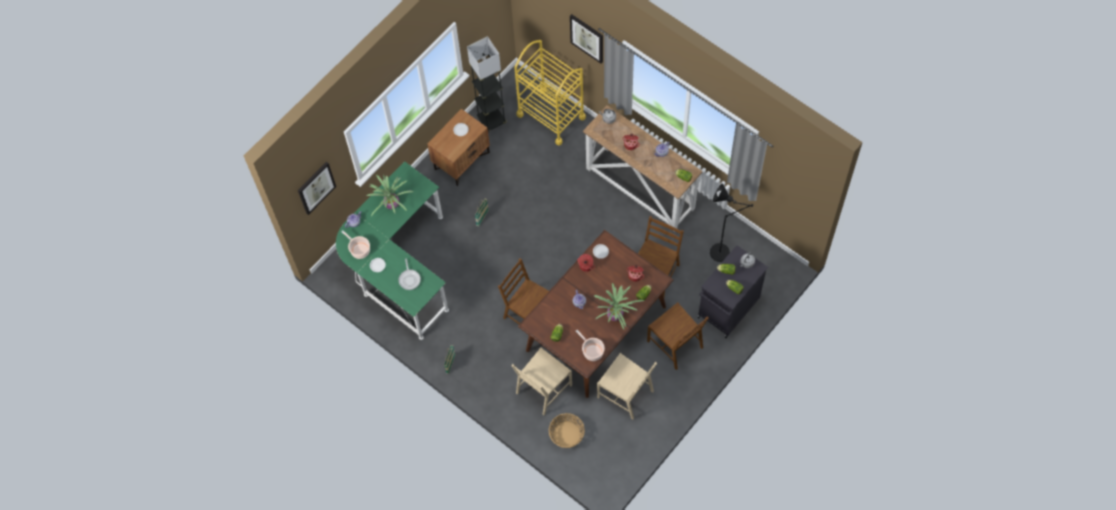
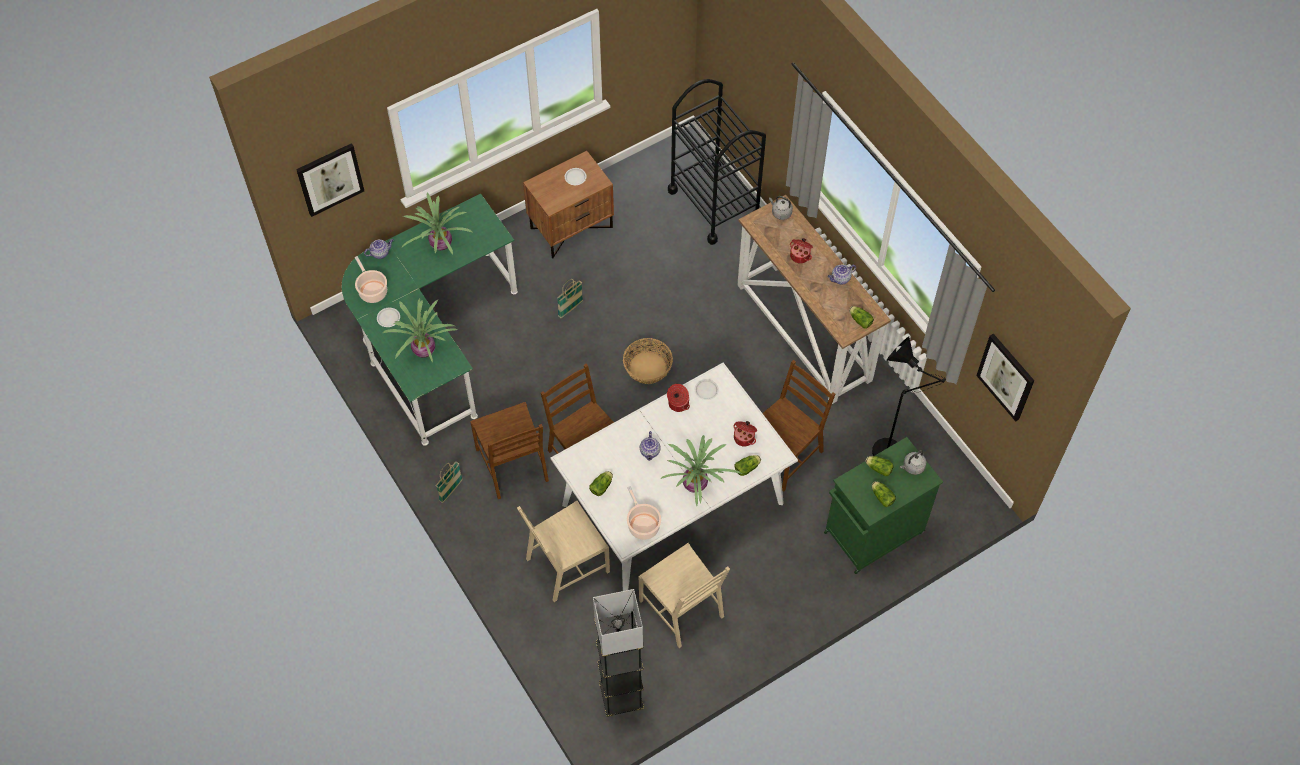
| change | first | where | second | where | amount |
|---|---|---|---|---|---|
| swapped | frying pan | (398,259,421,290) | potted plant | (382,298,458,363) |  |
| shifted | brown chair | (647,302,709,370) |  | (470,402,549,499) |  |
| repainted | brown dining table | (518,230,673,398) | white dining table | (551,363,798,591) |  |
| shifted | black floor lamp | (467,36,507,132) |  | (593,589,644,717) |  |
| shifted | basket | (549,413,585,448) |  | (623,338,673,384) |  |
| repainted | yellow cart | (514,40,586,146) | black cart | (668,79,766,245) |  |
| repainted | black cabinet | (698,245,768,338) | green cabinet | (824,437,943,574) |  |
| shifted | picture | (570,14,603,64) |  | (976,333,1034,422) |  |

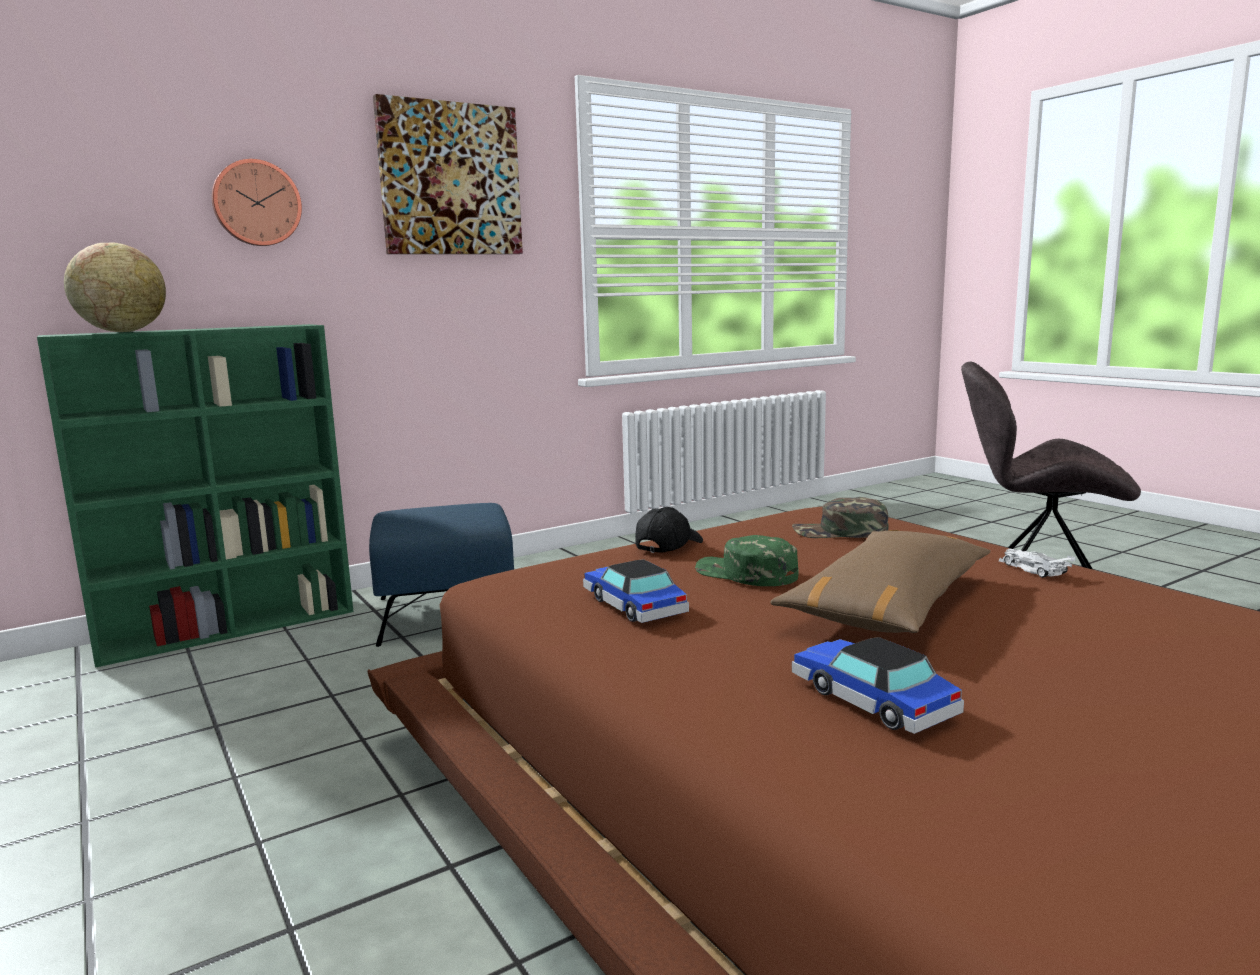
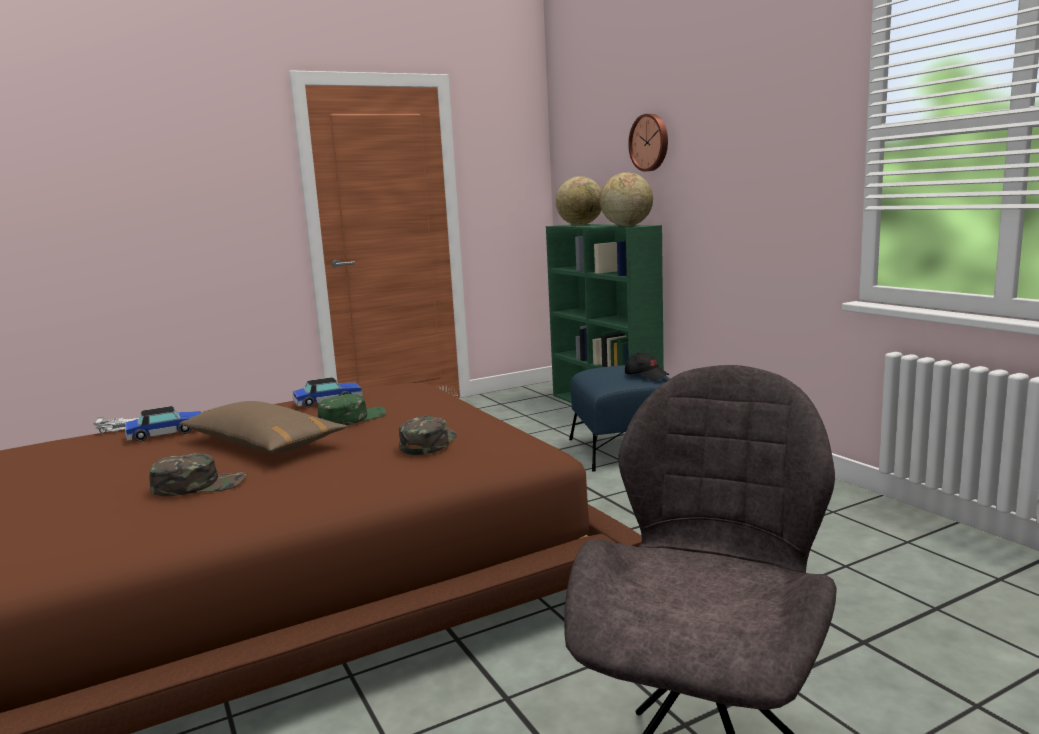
| change | first | where | second | where | amount |
|---|---|---|---|---|---|
| shifted | white toy car | (999,549,1076,578) |  | (93,417,139,433) |  |
| new |  |  | green cap | (149,453,246,496) |  |
| new |  |  | globe | (600,172,653,226) |  |
| shifted | black cap | (635,507,703,553) |  | (625,352,670,381) |  |
| gone | picture | (373,94,523,254) |  |  |  |

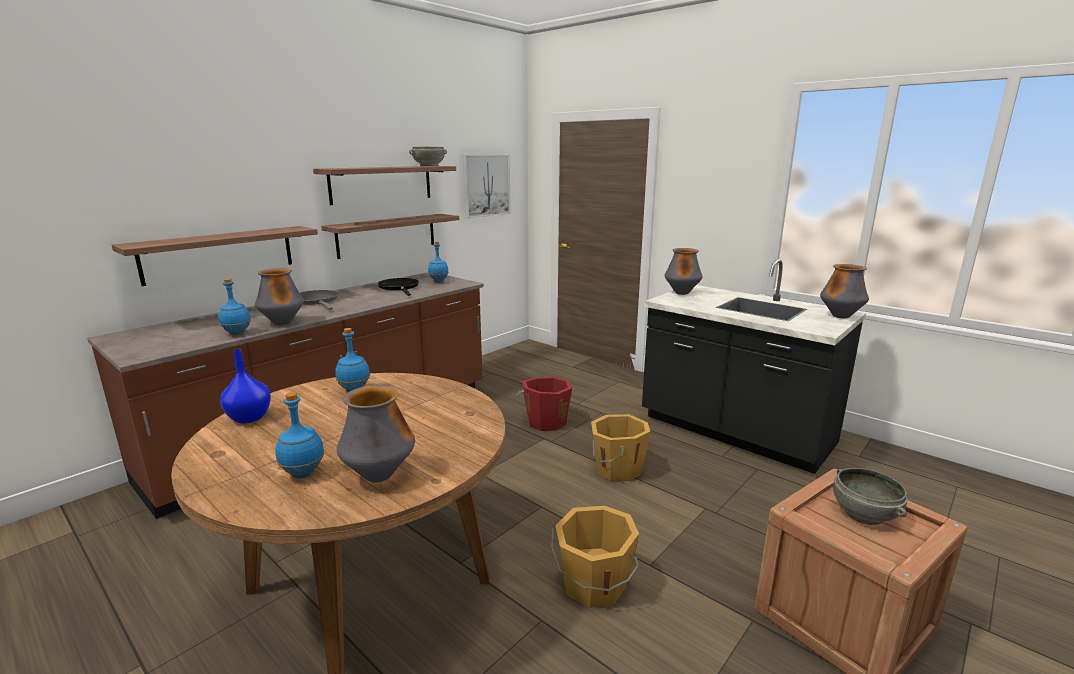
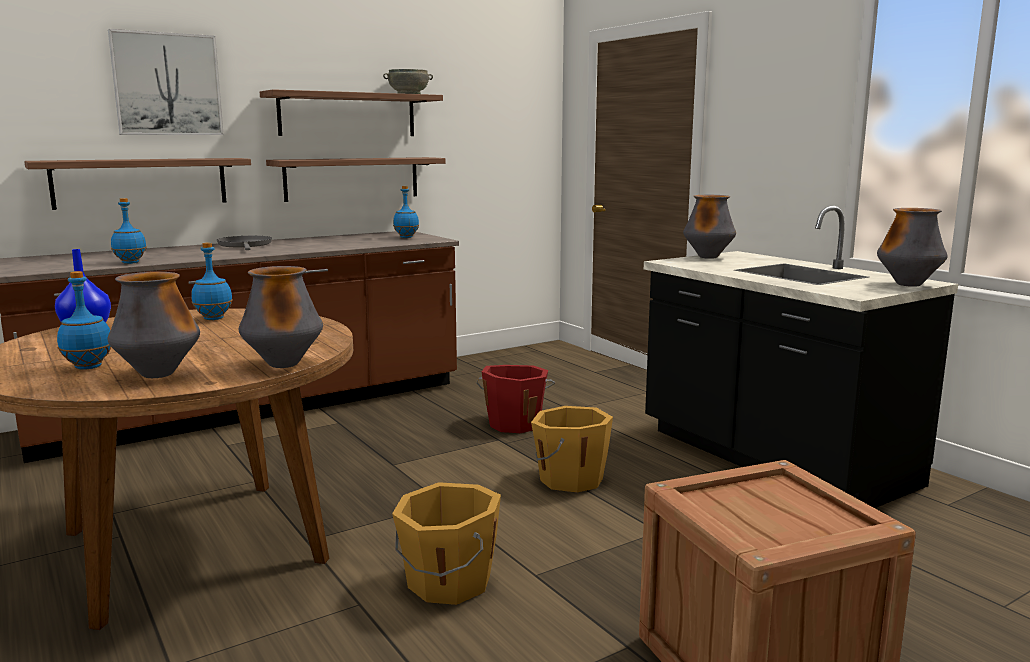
| change | first | where | second | where | amount |
|---|---|---|---|---|---|
| shifted | picture | (463,155,511,218) |  | (108,29,224,135) |  |
| shifted | vase | (255,268,304,325) |  | (239,266,323,368) |  |
| gone | black frying pan | (378,278,419,296) |  |  |  |
| gone | grey bowl | (833,468,908,525) |  |  |  |

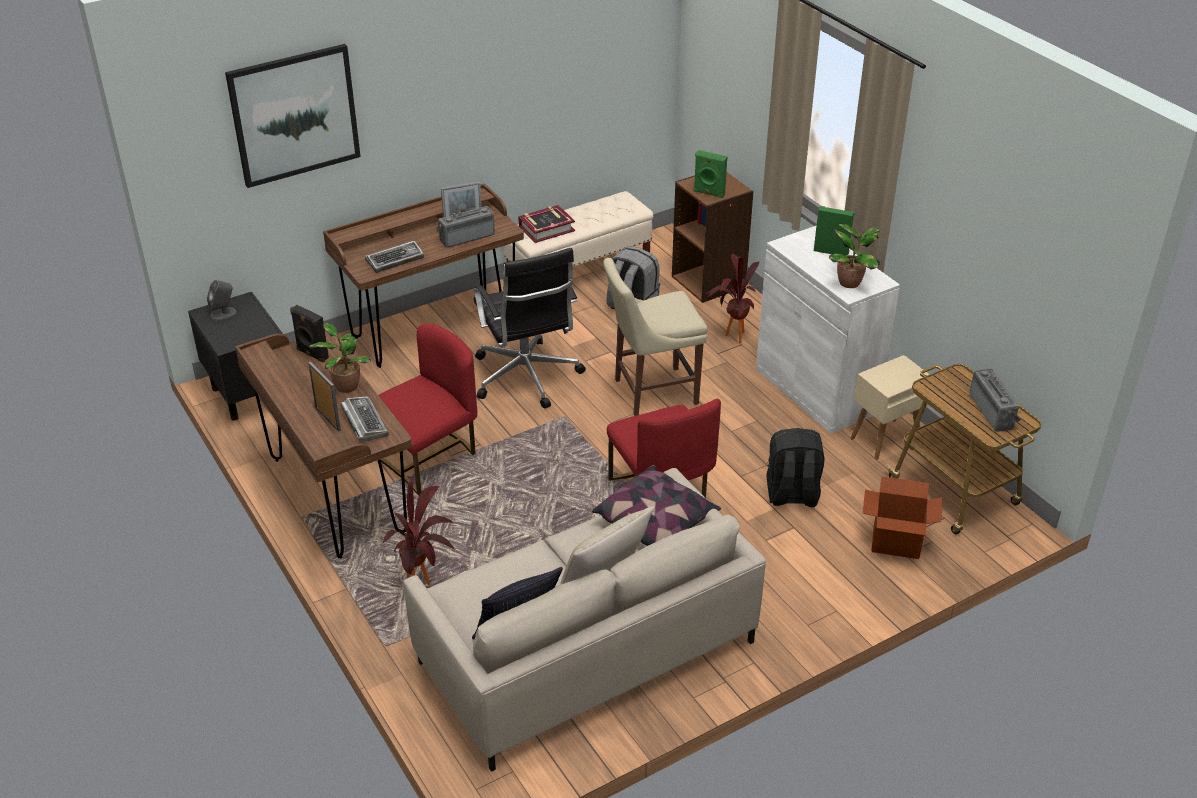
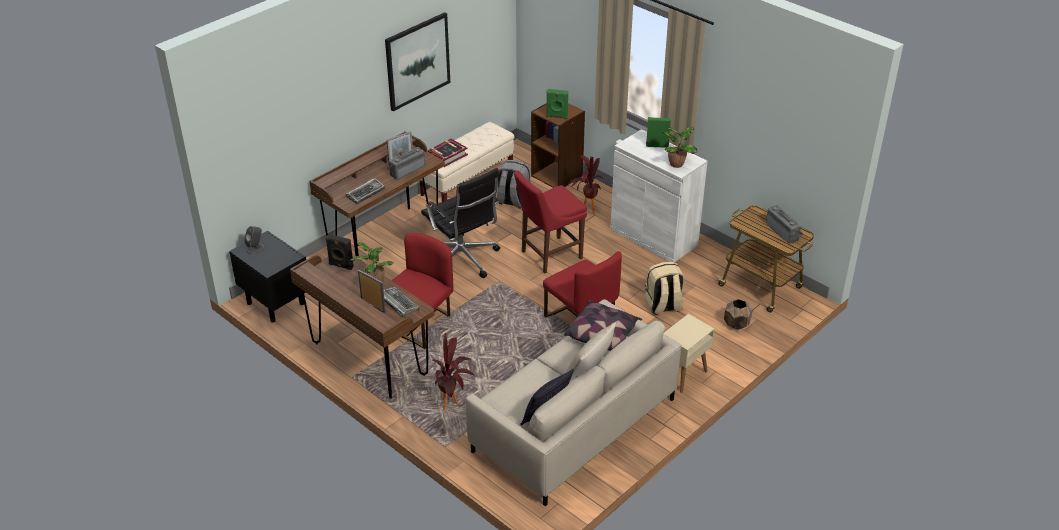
| change | first | where | second | where | amount |
|---|---|---|---|---|---|
| shifted | picture | (225,44,361,188) |  | (385,12,450,111) |  |
| repainted | beige chair | (603,258,708,416) | red chair | (514,171,587,274) |  |
| repainted | black backpack | (766,428,825,507) | beige backpack | (645,262,685,315) |  |
| shifted | beige side table | (851,355,930,460) |  | (663,314,714,393) |  |
| swapped | cardboard box | (863,476,942,559) | brown planter | (724,299,753,329) |  |

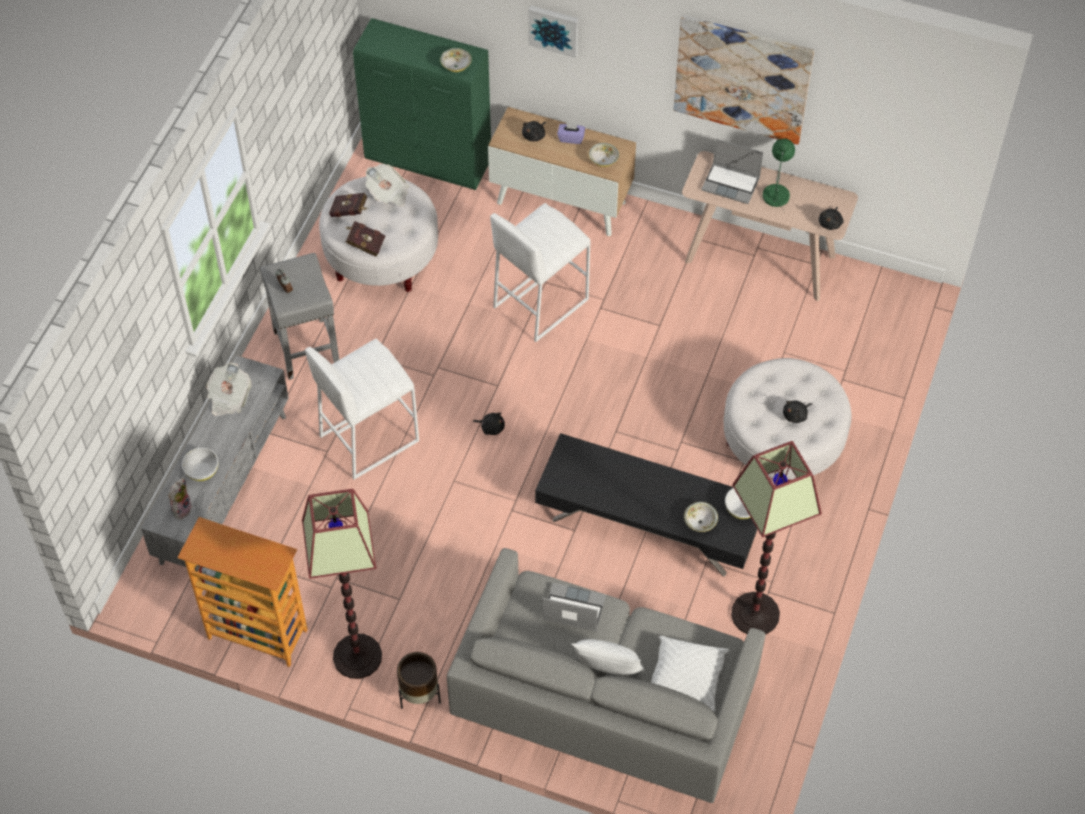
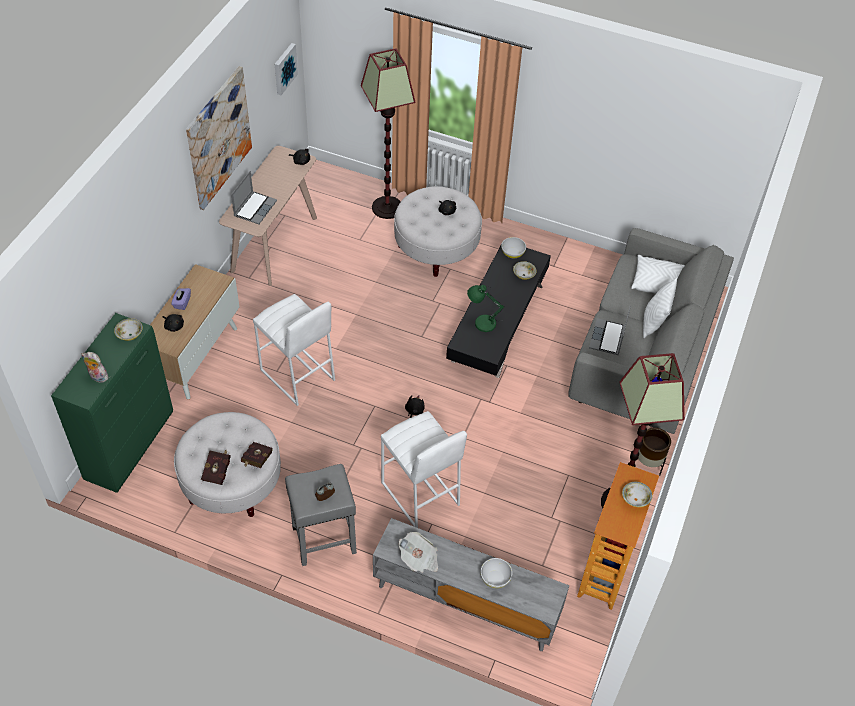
| change | first | where | second | where | amount |
|---|---|---|---|---|---|
| shifted | plush toy | (168,478,192,520) |  | (81,352,108,383) |  |
| shifted | picture | (528,6,578,58) |  | (275,43,298,95) |  |
| shifted | floor lamp | (731,441,822,634) |  | (361,48,415,219) |  |
| shifted | green table lamp | (762,138,795,214) |  | (467,285,505,332) |  |
| shifted | bowl | (589,143,619,167) |  | (622,482,652,507) |  |
| gone | newspaper | (365,164,409,207) |  |  |  |

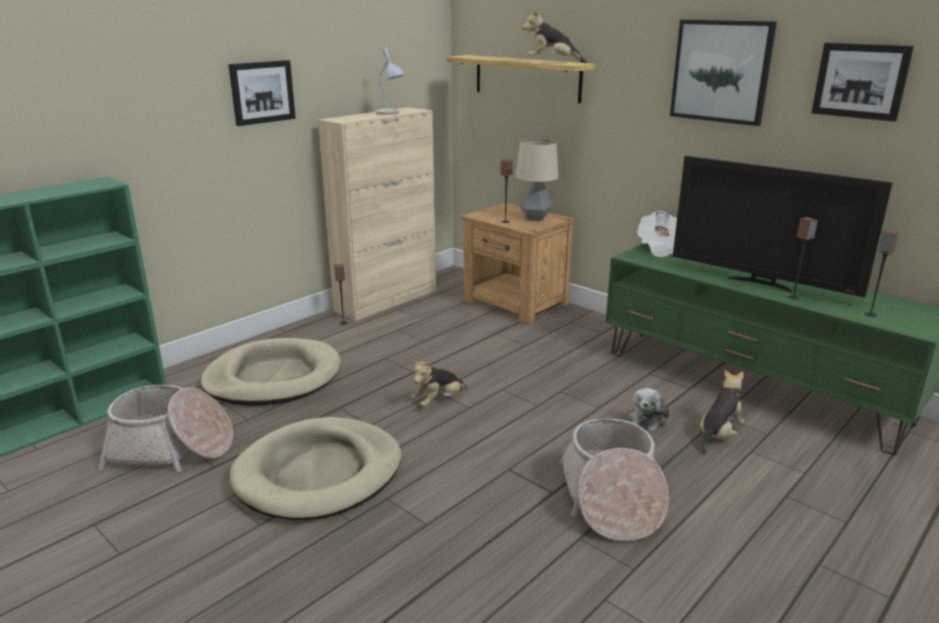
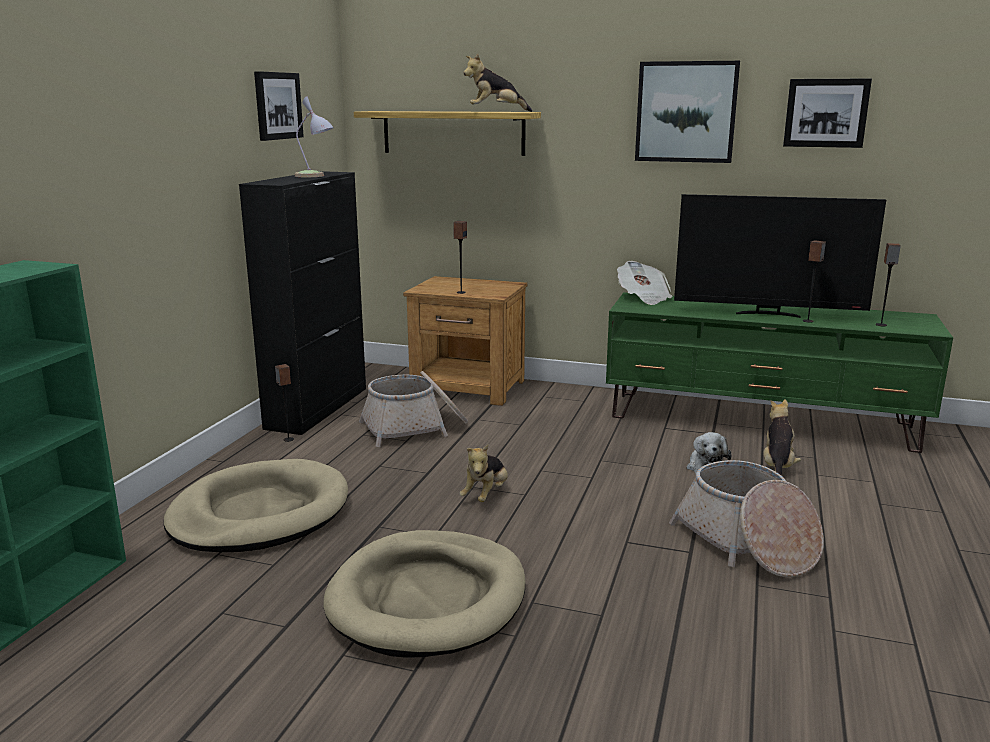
| change | first | where | second | where | amount |
|---|---|---|---|---|---|
| repainted | beige cabinet | (318,107,436,321) | black cabinet | (239,171,366,435) |  |
| shifted | picture | (228,60,296,126) |  | (254,71,304,141) |  |
| shifted | basket | (98,385,233,473) |  | (359,371,468,447) |  |
| gone | table lamp | (516,139,559,221) |  |  |  |

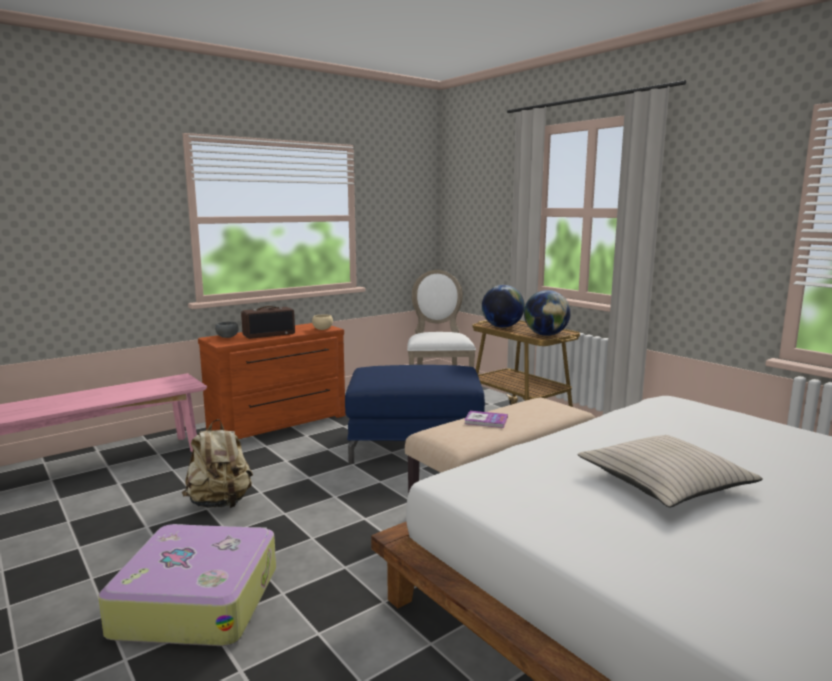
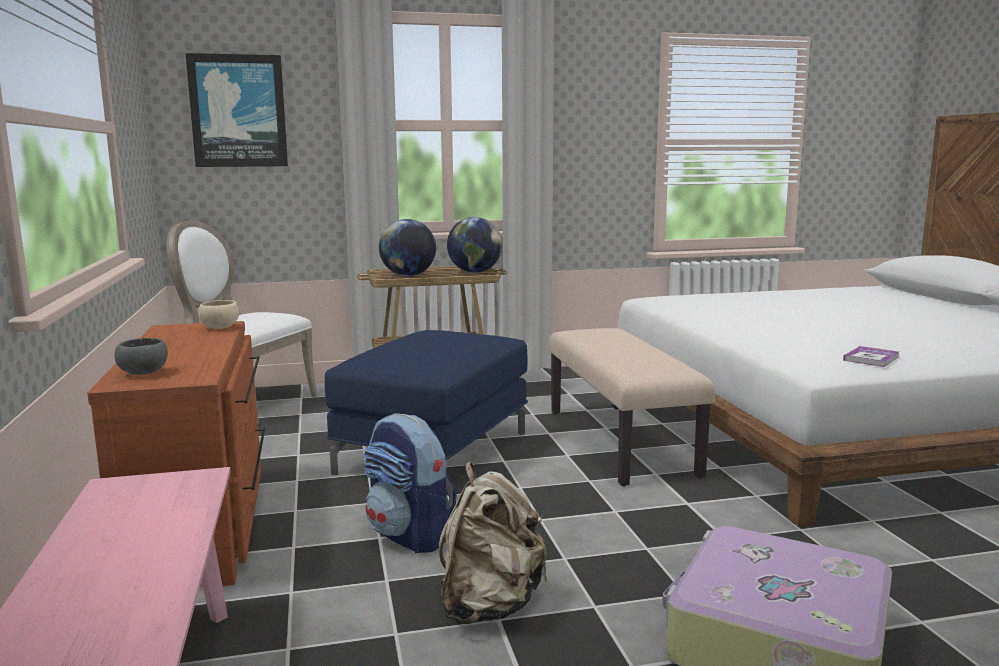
| change | first | where | second | where | amount |
|---|---|---|---|---|---|
| new |  |  | picture | (186,53,288,167) |  |
| new |  |  | backpack | (363,413,457,553) |  |
| shifted | book | (464,411,508,428) |  | (843,346,899,367) |  |
| gone | radio | (241,306,295,339) |  |  |  |
| gone | beige pillow | (578,435,763,507) |  |  |  |

